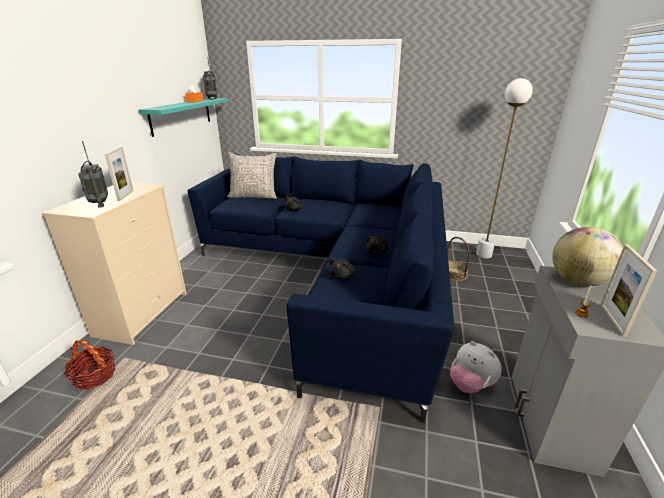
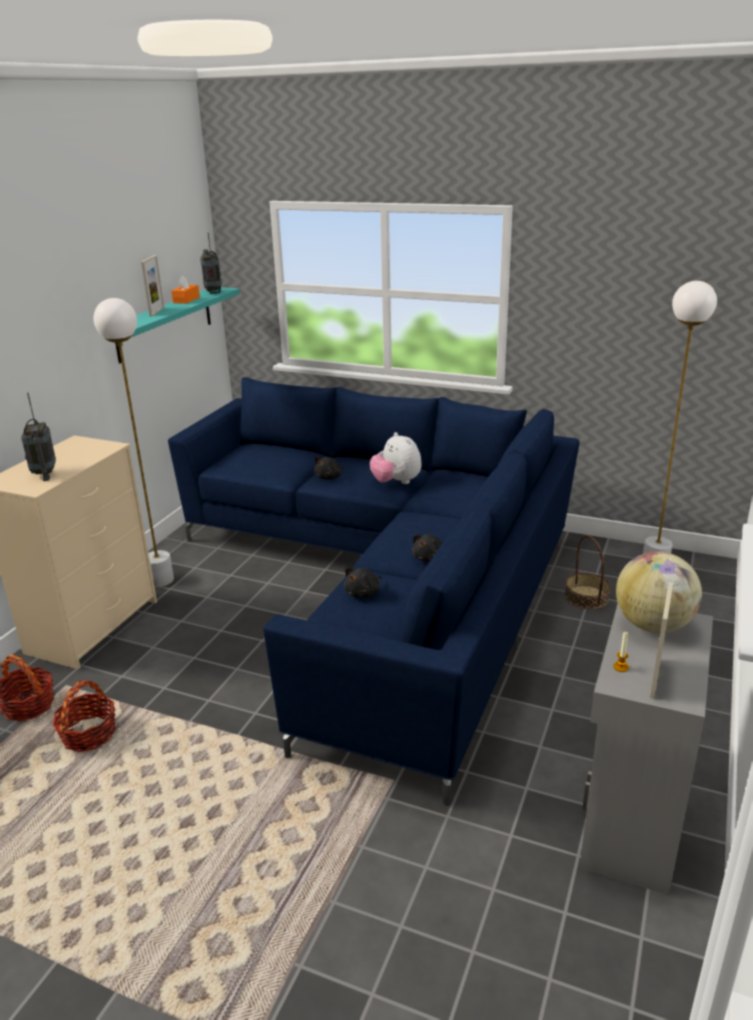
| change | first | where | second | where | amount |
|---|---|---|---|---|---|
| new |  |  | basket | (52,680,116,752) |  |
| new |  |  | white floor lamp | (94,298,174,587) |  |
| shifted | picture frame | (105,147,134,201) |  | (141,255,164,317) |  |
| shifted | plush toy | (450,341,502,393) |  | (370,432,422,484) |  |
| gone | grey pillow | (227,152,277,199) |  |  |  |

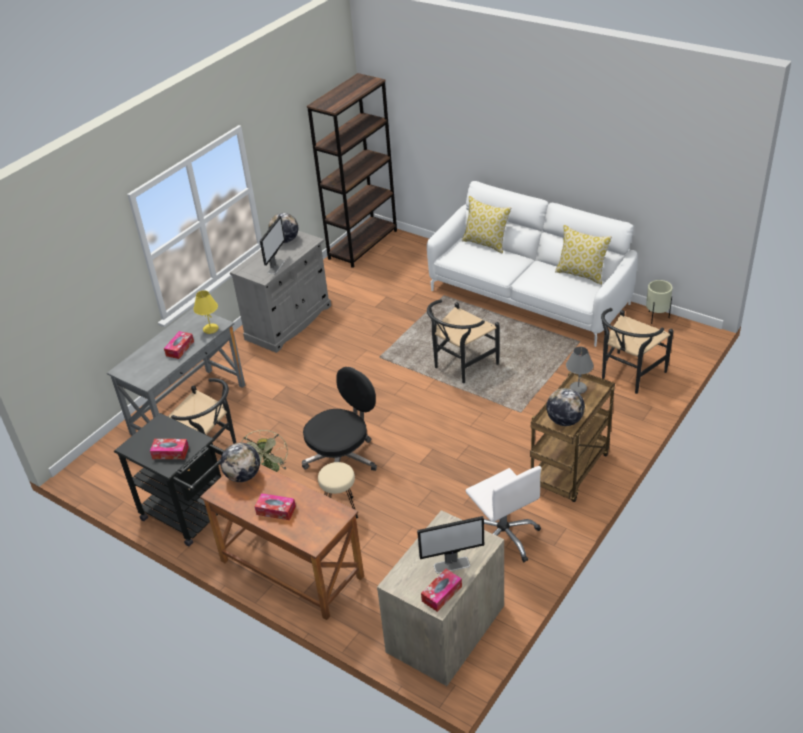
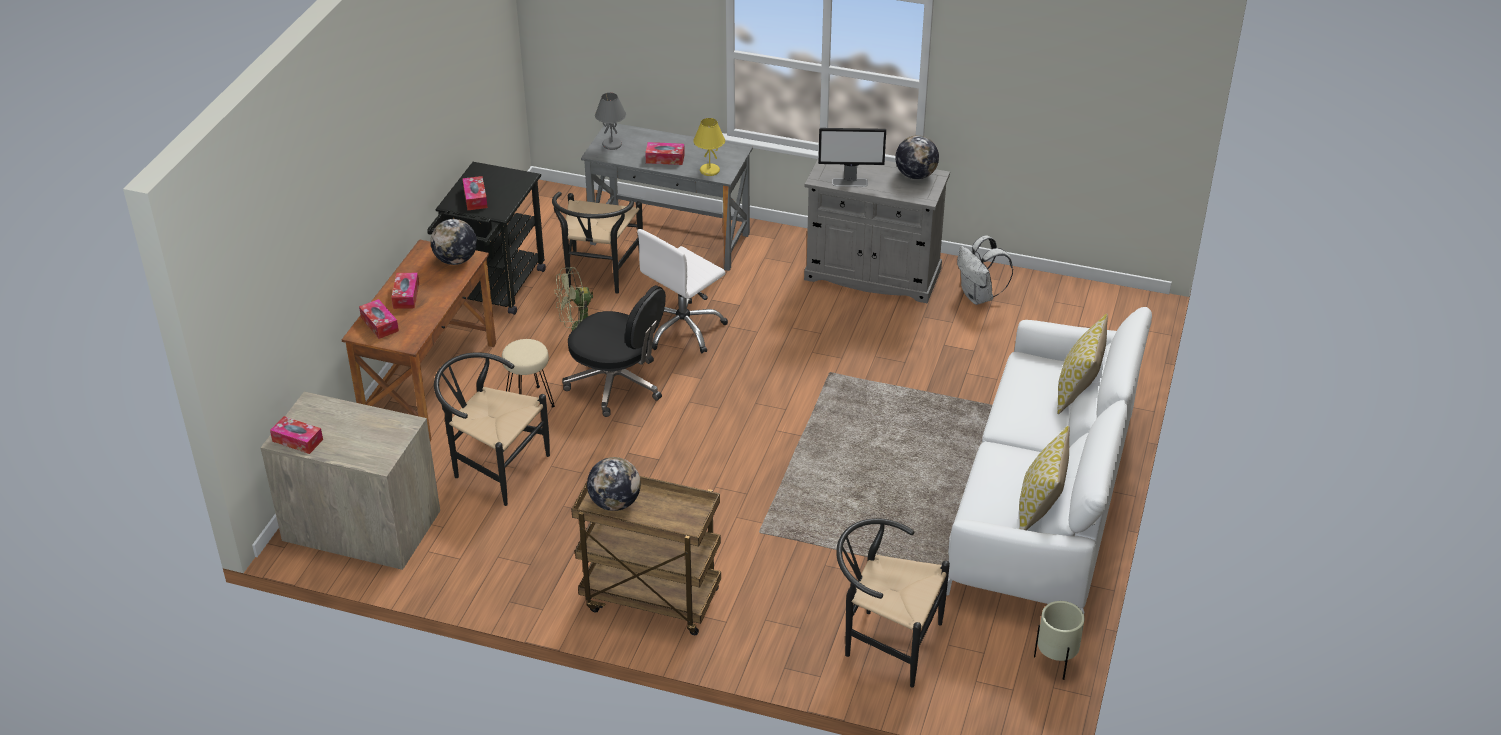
| change | first | where | second | where | amount |
|---|---|---|---|---|---|
| new |  |  | tissue box | (359,299,399,339) |  |
| shifted | black chair | (427,299,500,383) |  | (434,352,550,506) |  |
| shifted | grey table lamp | (566,347,594,394) |  | (595,92,626,150) |  |
| shifted | white office chair | (465,466,541,562) |  | (637,229,728,353) |  |
| new |  |  | white backpack | (957,235,1013,305) |  |
| gone | brown bookcase | (307,73,397,268) |  |  |  |
| gone | monitor | (417,516,484,574) |  |  |  |

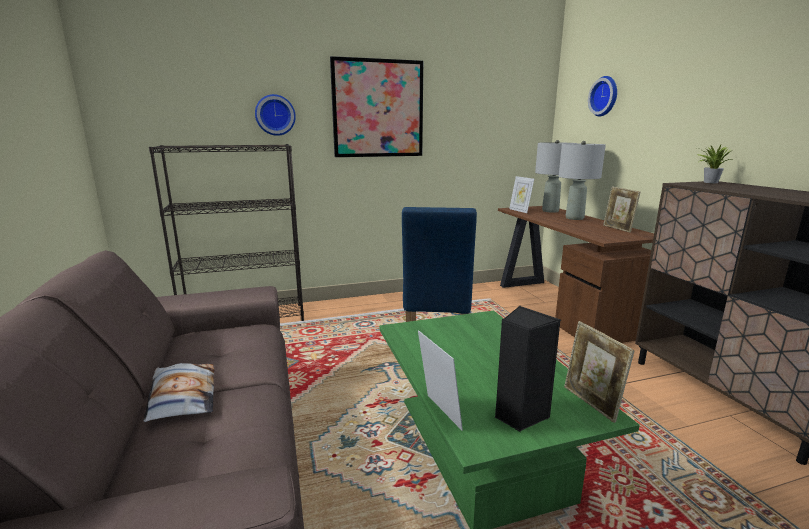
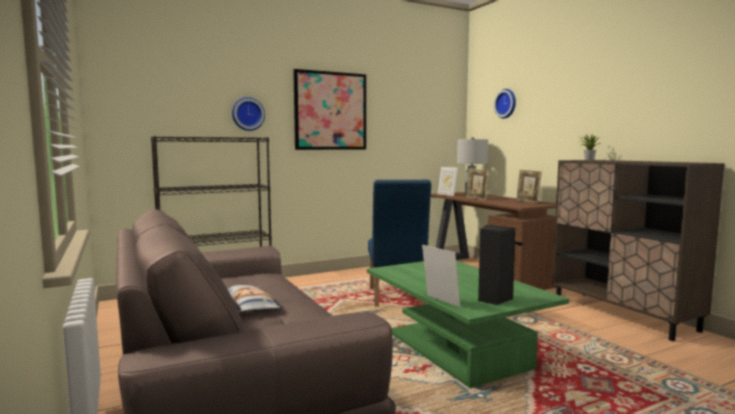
| change | first | where | second | where | amount |
|---|---|---|---|---|---|
| shifted | picture frame | (564,321,635,423) |  | (466,169,489,200) |  |
| gone | grey table lamp | (559,141,606,220) |  |  |  |

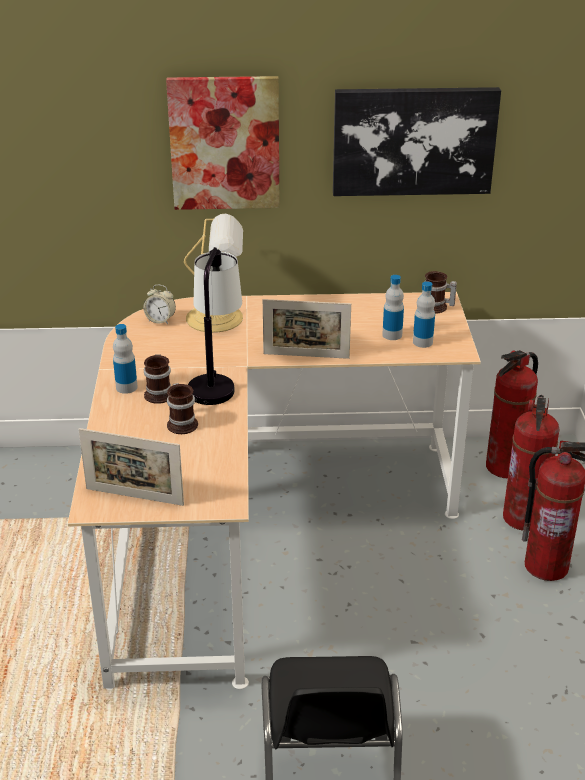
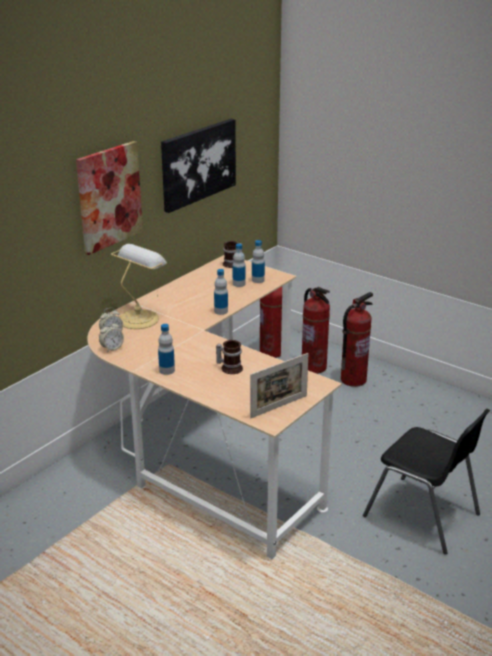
| change | first | where | second | where | amount |
|---|---|---|---|---|---|
| new |  |  | alarm clock | (99,321,124,352) |  |
| swapped | picture frame | (263,299,351,359) | bottle | (214,269,228,315) |  |
| gone | mug | (144,354,171,404) |  |  |  |
| gone | table lamp | (188,247,242,405) |  |  |  |

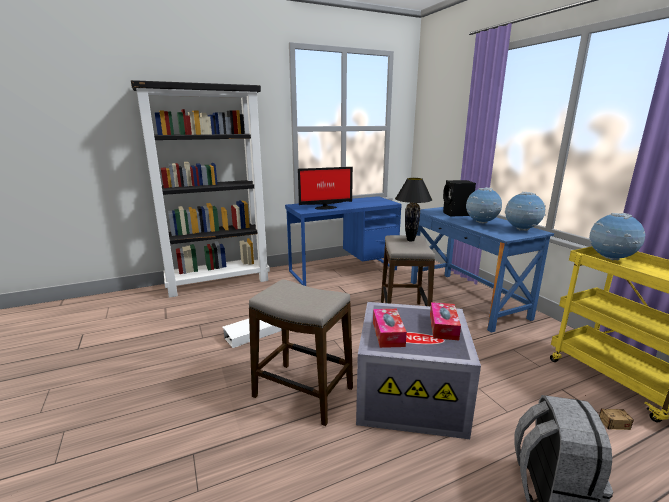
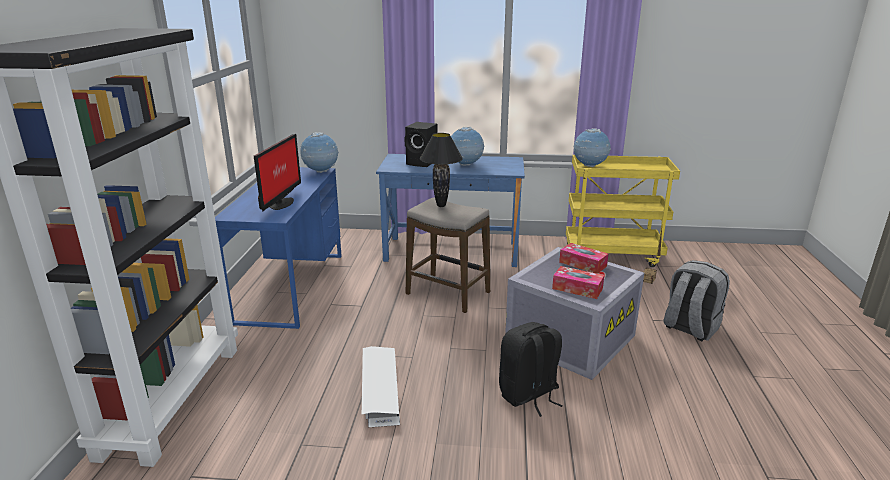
| change | first | where | second | where | amount |
|---|---|---|---|---|---|
| shifted | globe | (505,192,546,231) |  | (300,132,339,173) |  |
| swapped | stool | (249,279,353,426) | black backpack | (499,322,563,417) |  |

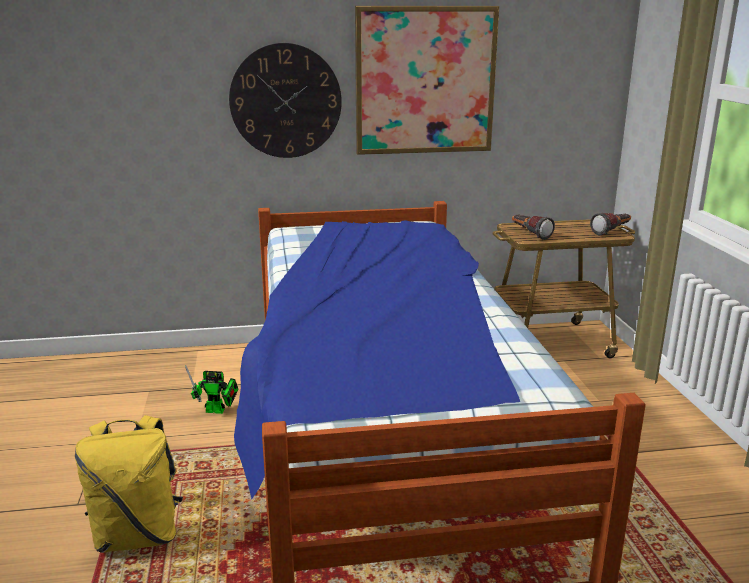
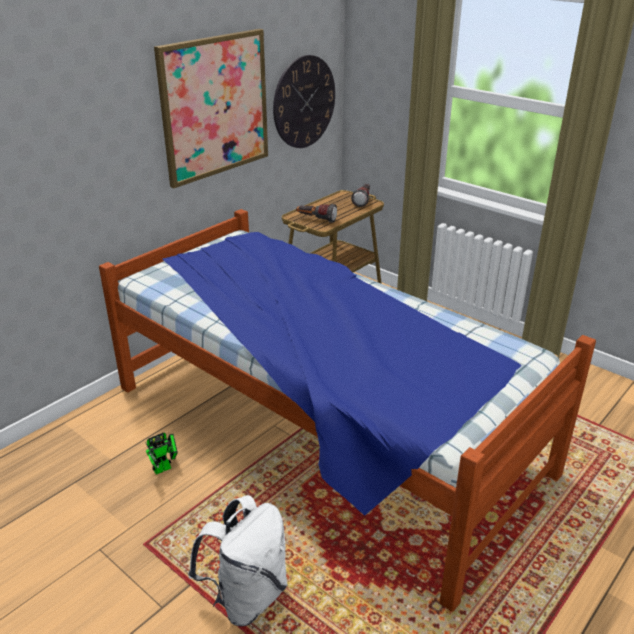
| change | first | where | second | where | amount |
|---|---|---|---|---|---|
| repainted | yellow backpack | (75,415,183,553) | white backpack | (188,495,288,627) |  |
| shifted | wall clock | (229,43,342,158) |  | (273,55,335,148) |  |

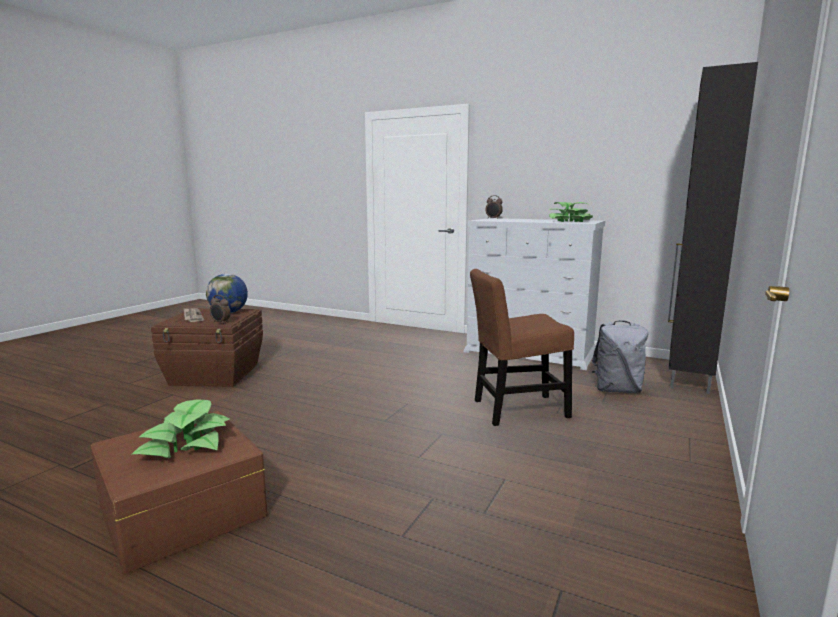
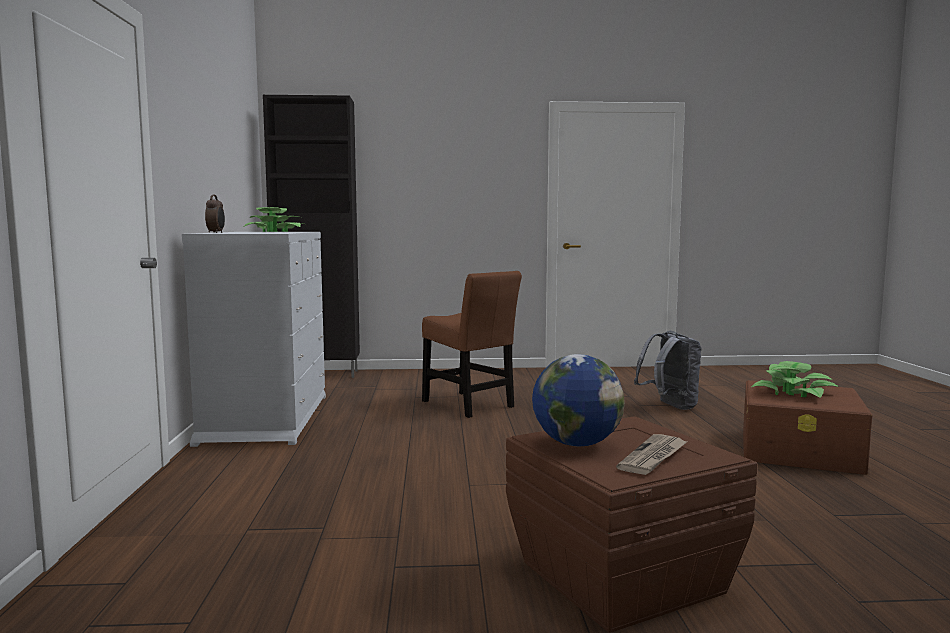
| change | first | where | second | where | amount |
|---|---|---|---|---|---|
| shifted | grey backpack | (591,320,648,393) |  | (634,331,702,410) |  |
| gone | alarm clock | (210,295,231,324) |  |  |  |

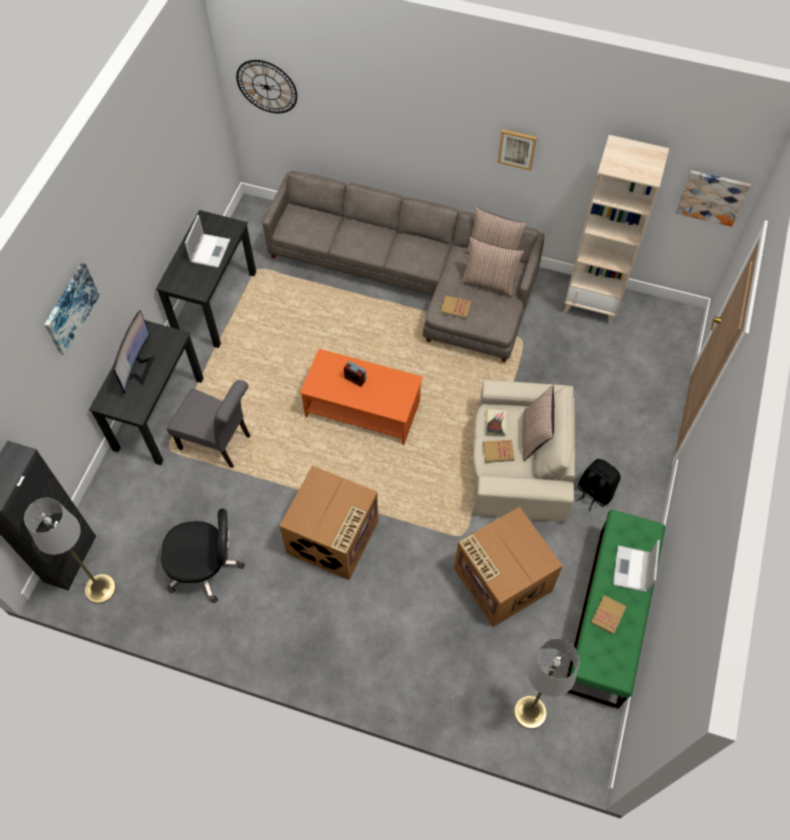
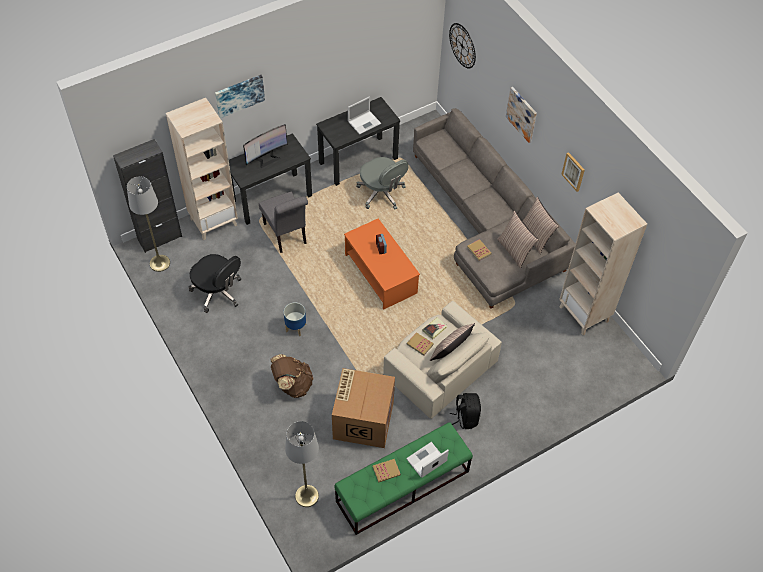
| change | first | where | second | where | amount |
|---|---|---|---|---|---|
| new |  |  | beige bookcase | (166,98,238,240) |  |
| new |  |  | brown backpack | (270,354,313,398) |  |
| swapped | cardboard box | (279,466,378,580) | planter | (284,302,306,336) |  |
| new |  |  | grey office chair | (356,157,409,210) |  |
| shifted | picture | (675,170,751,227) |  | (506,87,537,143) |  |

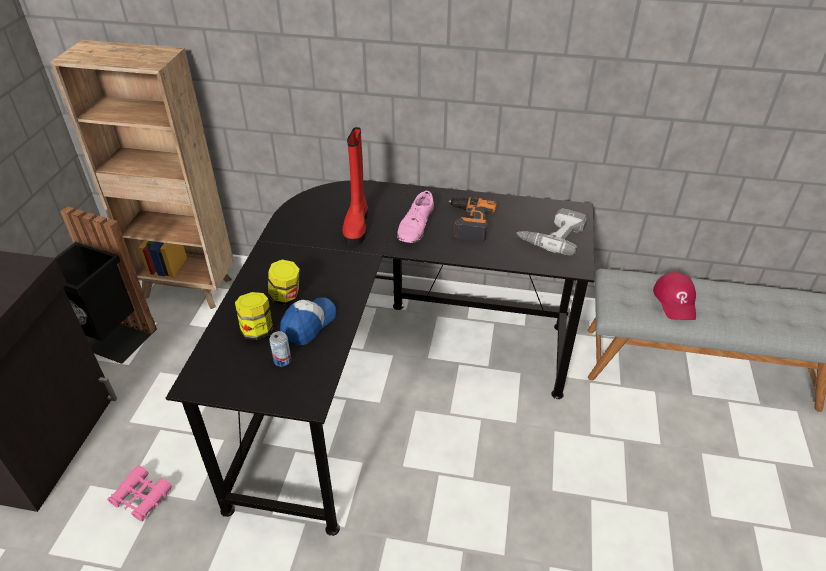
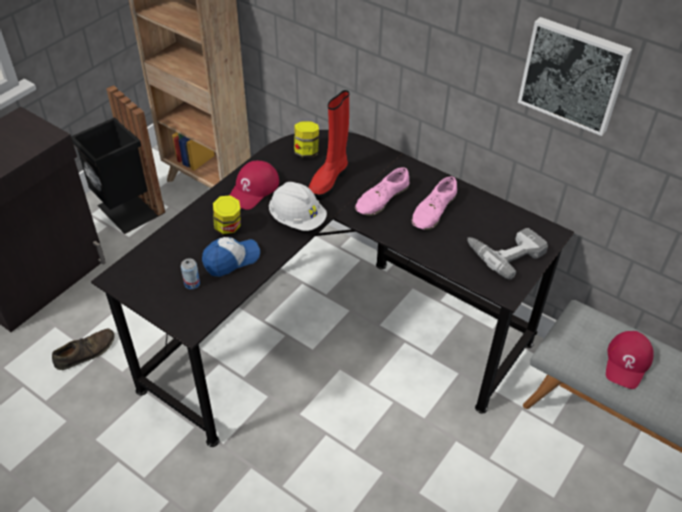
| change | first | where | second | where | amount |
|---|---|---|---|---|---|
| swapped | pink binoculars | (108,465,172,522) | brown shoe | (52,329,115,370) |  |
| new |  |  | red cap | (230,160,279,210) |  |
| new |  |  | white hard hat | (269,182,327,231) |  |
| shifted | jar | (235,292,273,340) |  | (294,121,319,158) |  |
| swapped | power drill | (449,197,497,241) | pink shoe | (411,176,457,230) |  |
| new |  |  | picture | (518,17,632,136) |  |

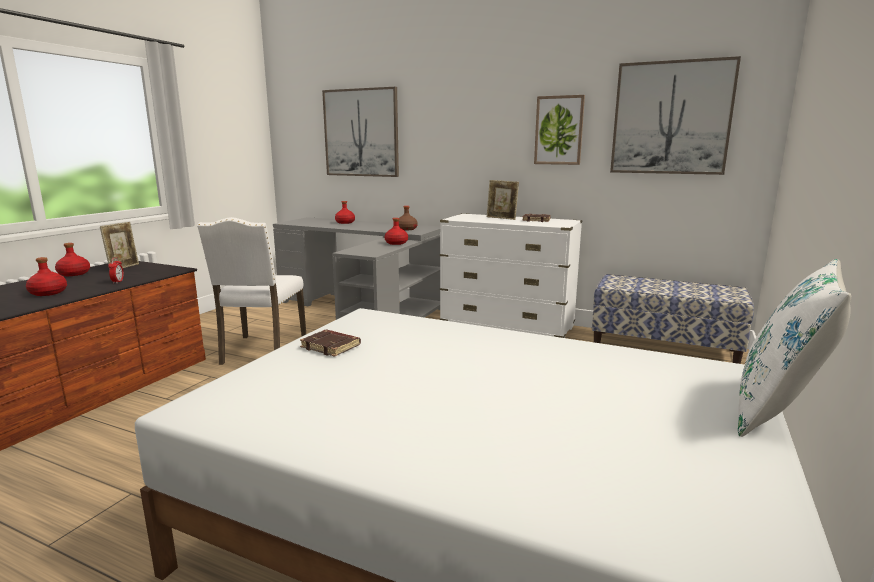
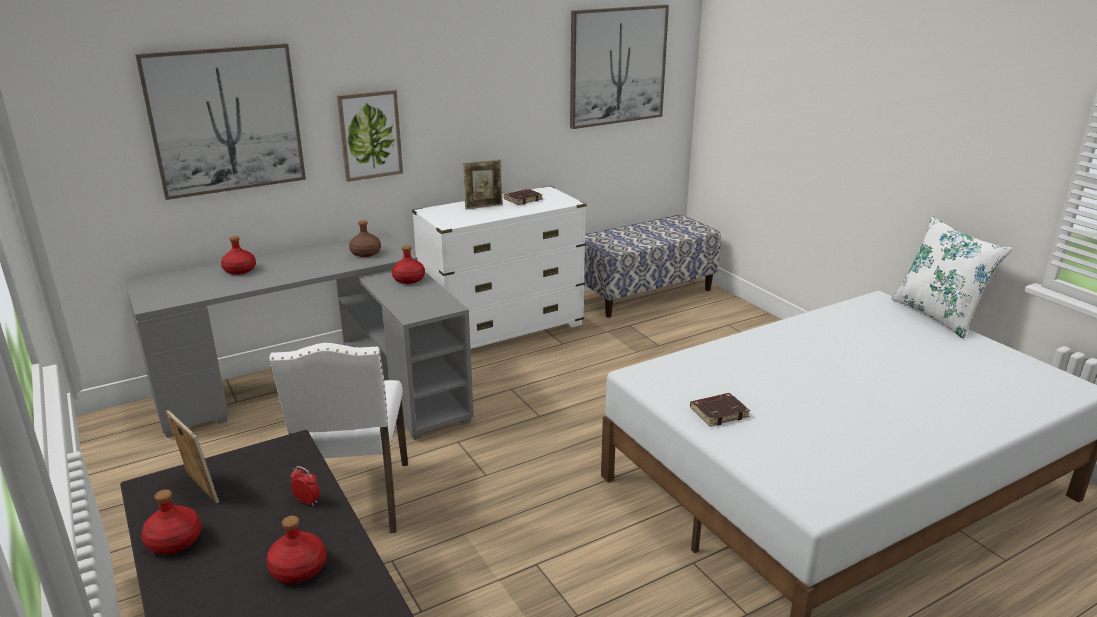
| change | first | where | second | where | amount |
|---|---|---|---|---|---|
| rotated | white chair | (197,217,306,365) |  | (269,343,408,533) | 45 degrees clockwise |
| shifted | picture | (534,95,585,165) |  | (337,90,403,182) |  |

